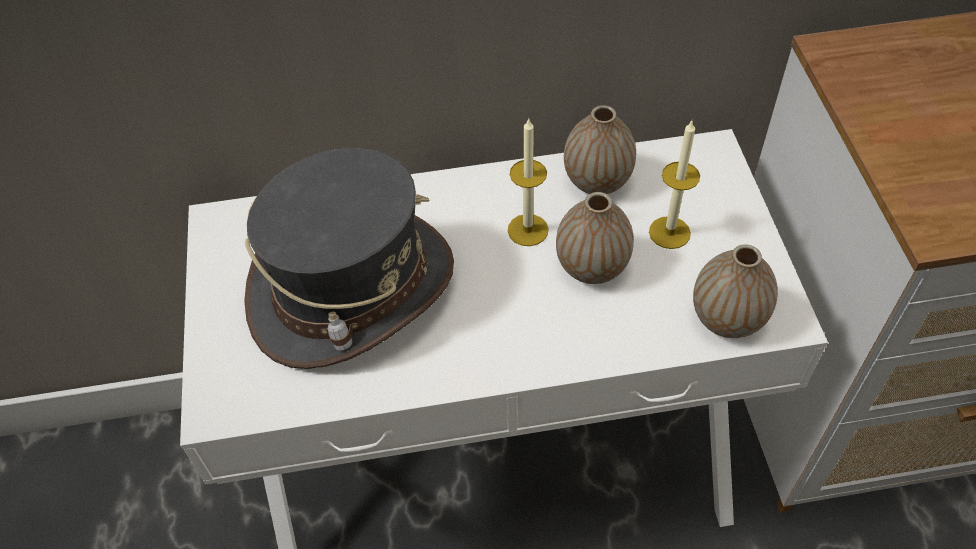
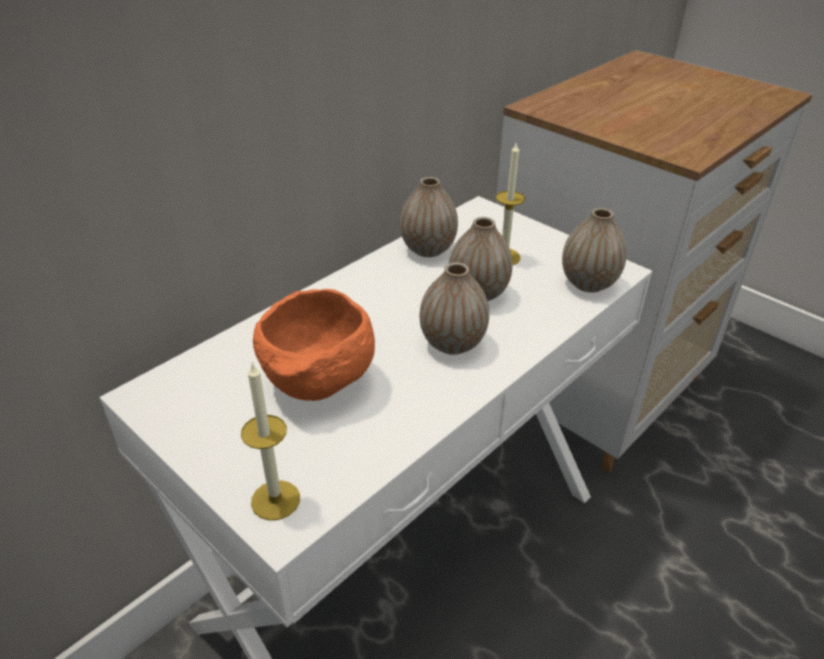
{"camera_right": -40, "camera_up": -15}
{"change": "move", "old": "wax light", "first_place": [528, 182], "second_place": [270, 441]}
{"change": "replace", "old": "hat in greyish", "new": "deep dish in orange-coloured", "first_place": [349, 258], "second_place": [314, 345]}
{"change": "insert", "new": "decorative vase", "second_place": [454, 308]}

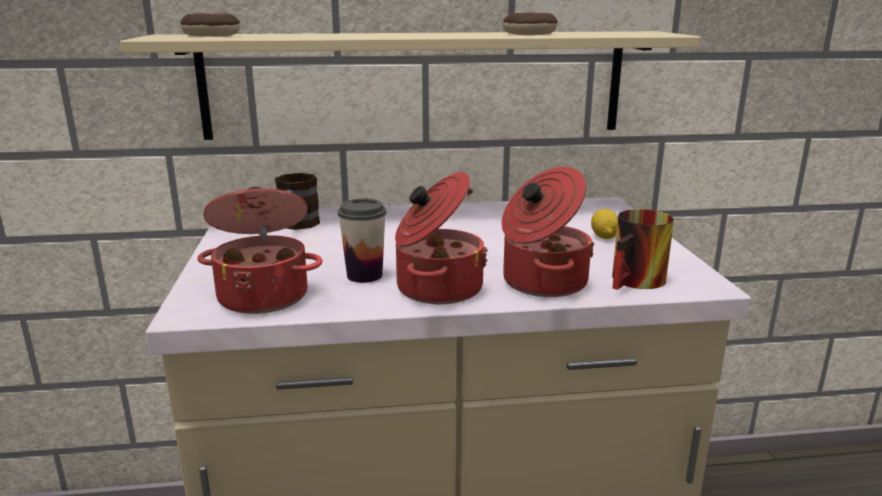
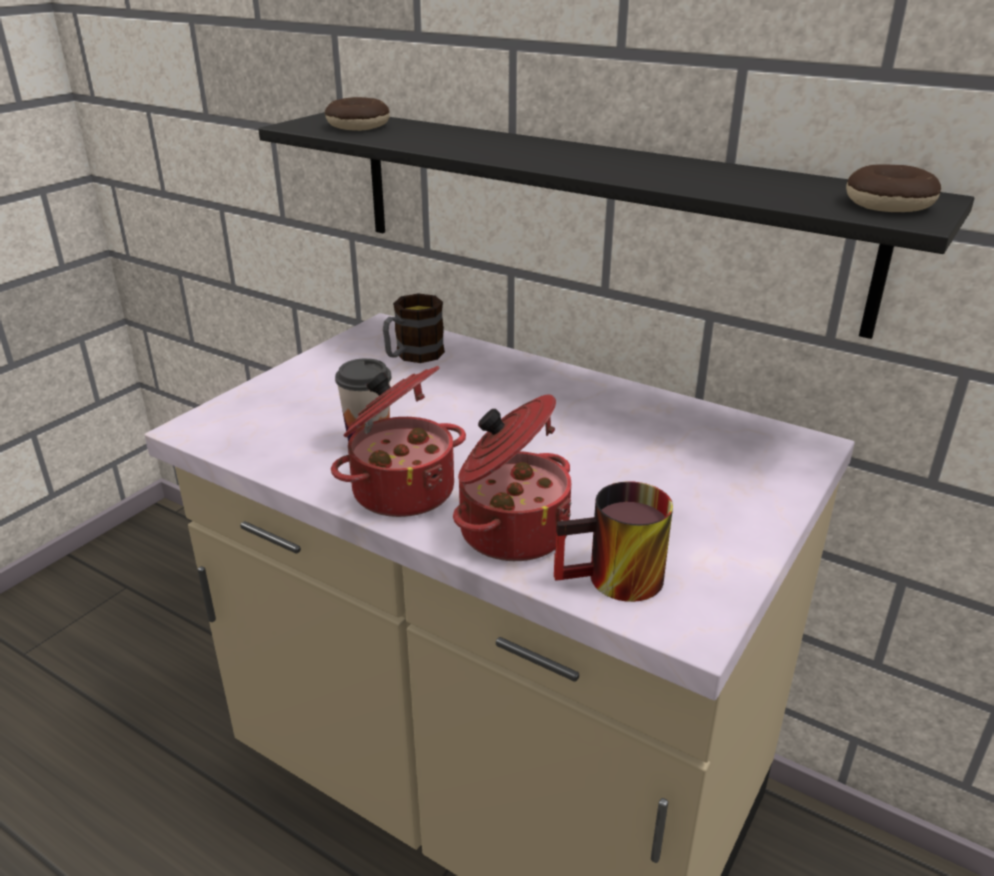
{"camera_right": 40, "camera_up": 10}
{"change": "recolor", "old": "wall shelf in beige-coloured", "new": "wall shelf in black", "first_place": [410, 85], "second_place": [616, 225]}
{"change": "move", "old": "donut", "first_place": [530, 24], "second_place": [893, 188]}
{"change": "delete", "old": "stockpot", "first_place": [260, 250]}
{"change": "delete", "old": "citrus fruit", "first_place": [604, 224]}

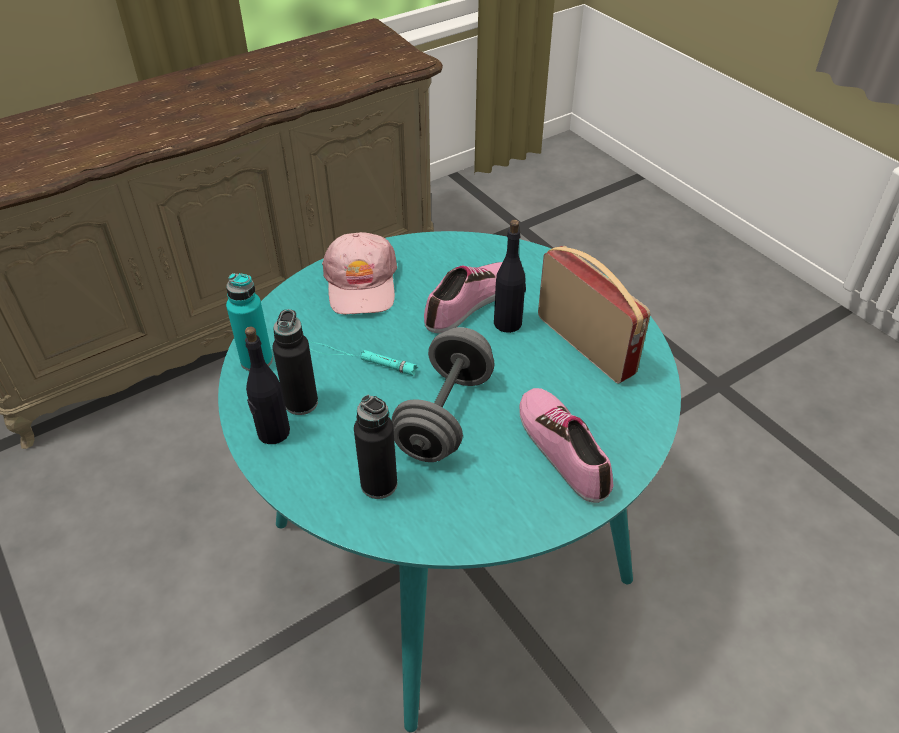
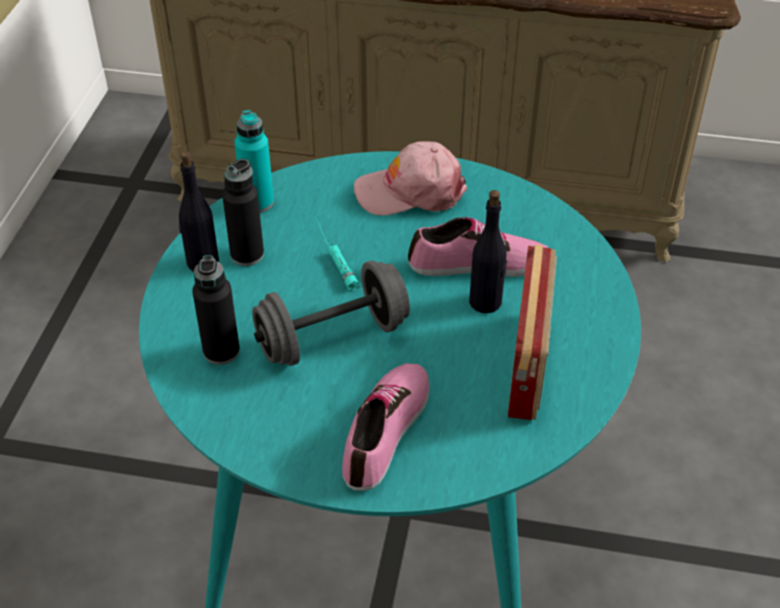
{"camera_right": 45, "camera_up": 0}
{"change": "rotate", "old": "baseball cap in pink", "first_place": [359, 273], "second_place": [410, 178], "degrees": 45}

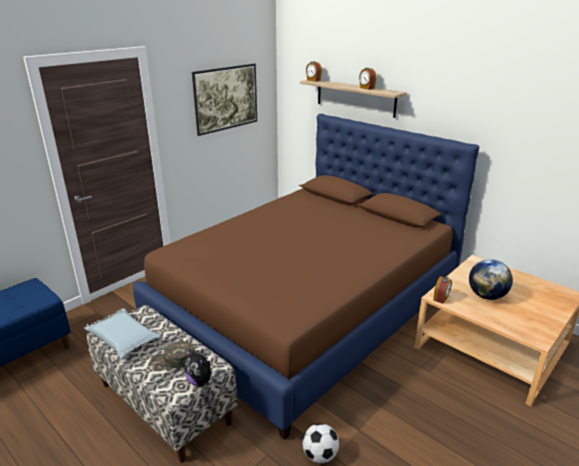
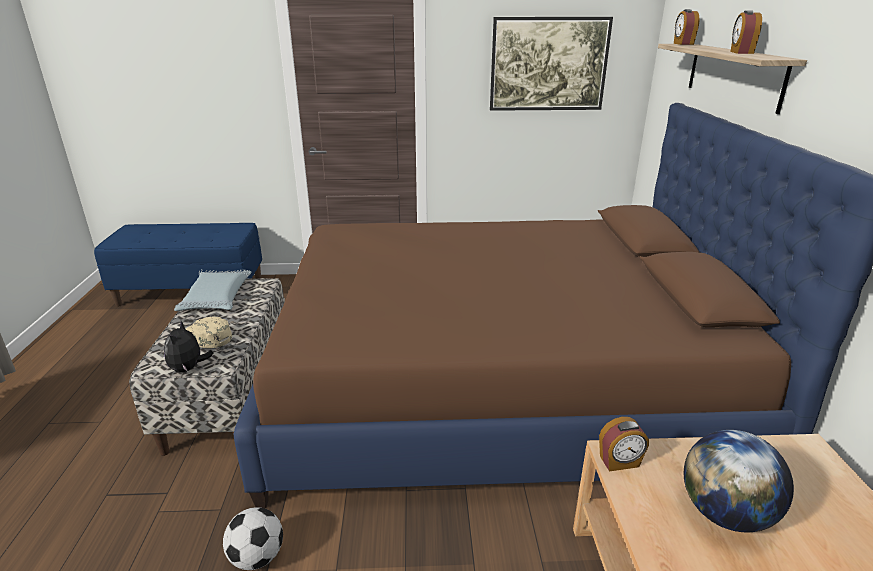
{"camera_right": 45, "camera_up": 0}
{"change": "recolor", "old": "baseball cap in greenish", "new": "baseball cap in beige-coloured", "first_place": [172, 356], "second_place": [209, 332]}

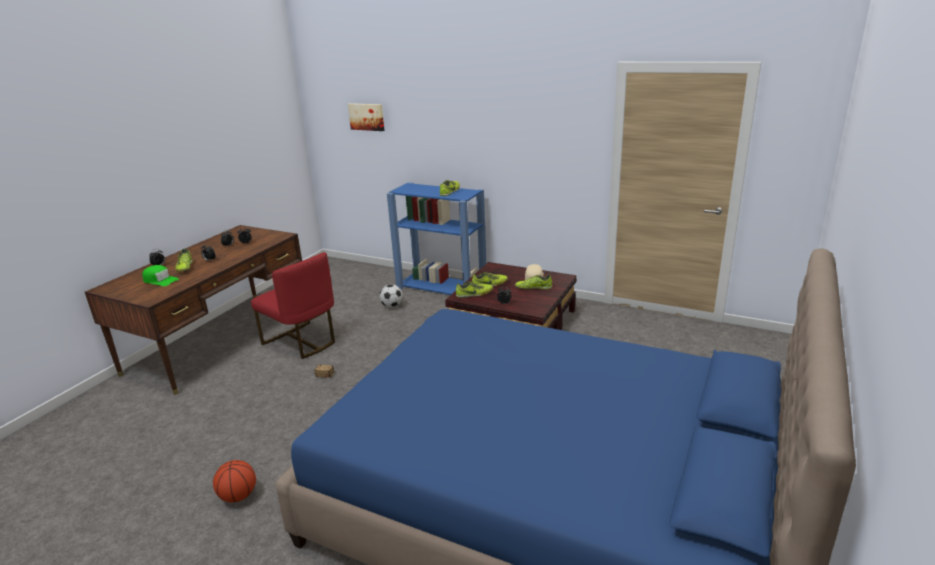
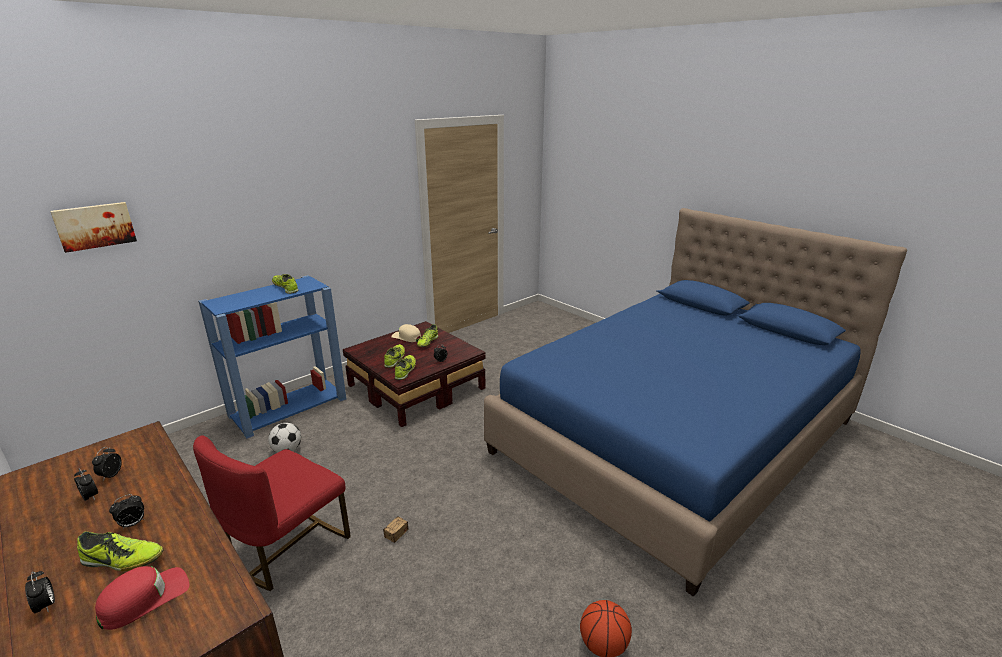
{"camera_right": -70, "camera_up": 0}
{"change": "recolor", "old": "baseball cap in greenish", "new": "baseball cap in red-coloured", "first_place": [160, 275], "second_place": [142, 598]}
{"change": "rotate", "old": "upright chair in red-coloured", "first_place": [293, 305], "second_place": [272, 513], "degrees": 150}

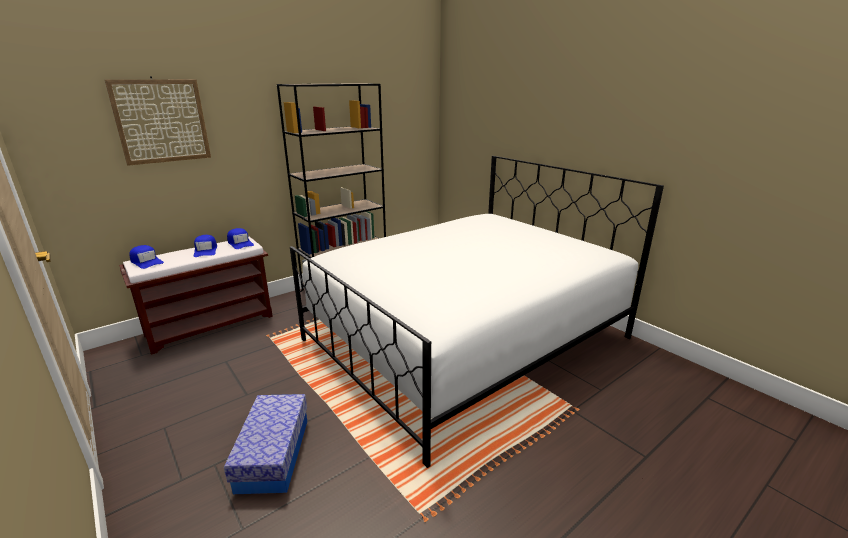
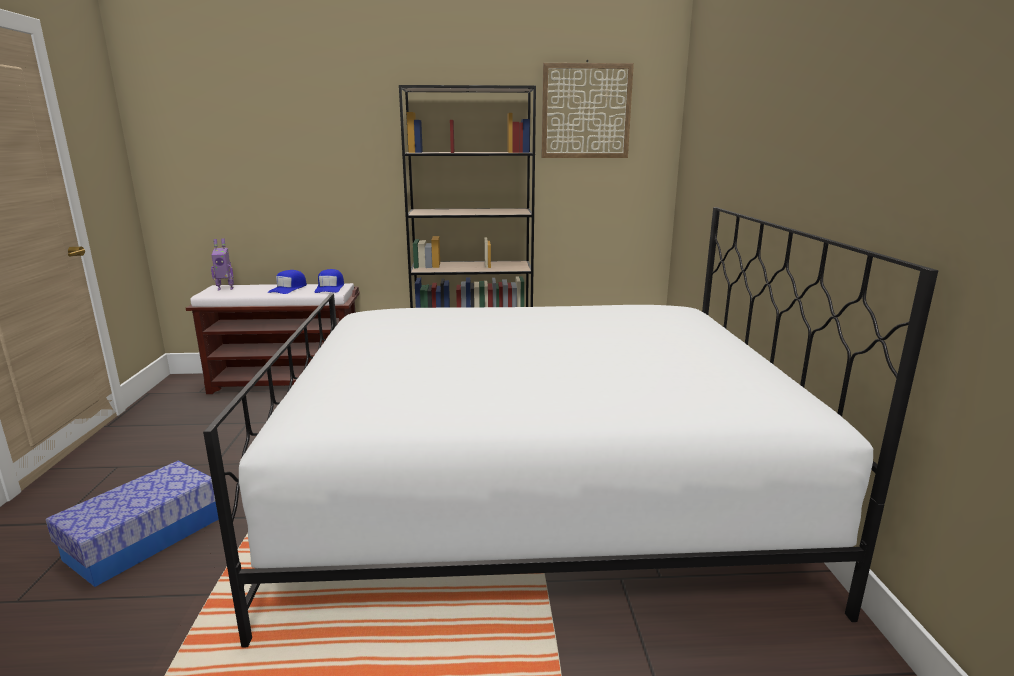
{"camera_right": 35, "camera_up": -5}
{"change": "replace", "old": "baseball cap in blue", "new": "toy robot", "first_place": [146, 257], "second_place": [222, 264]}
{"change": "move", "old": "wall art", "first_place": [158, 121], "second_place": [587, 109]}

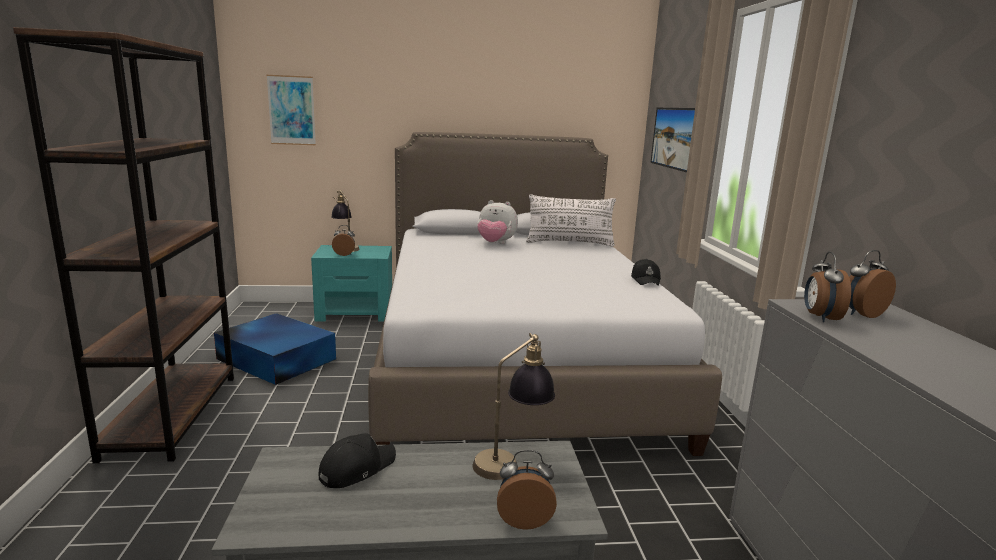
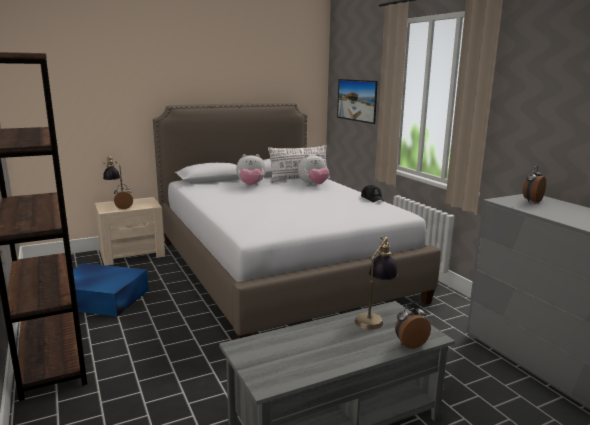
{"camera_right": -20, "camera_up": 0}
{"change": "recolor", "old": "bedside table in turquoise-coloured", "new": "bedside table in beige-coloured", "first_place": [351, 283], "second_place": [130, 231]}
{"change": "insert", "new": "soft toy", "second_place": [313, 169]}
{"change": "delete", "old": "wall art", "first_place": [291, 110]}
{"change": "delete", "old": "baseball cap in black", "first_place": [357, 460]}
{"change": "delete", "old": "alarm clock", "first_place": [827, 287]}

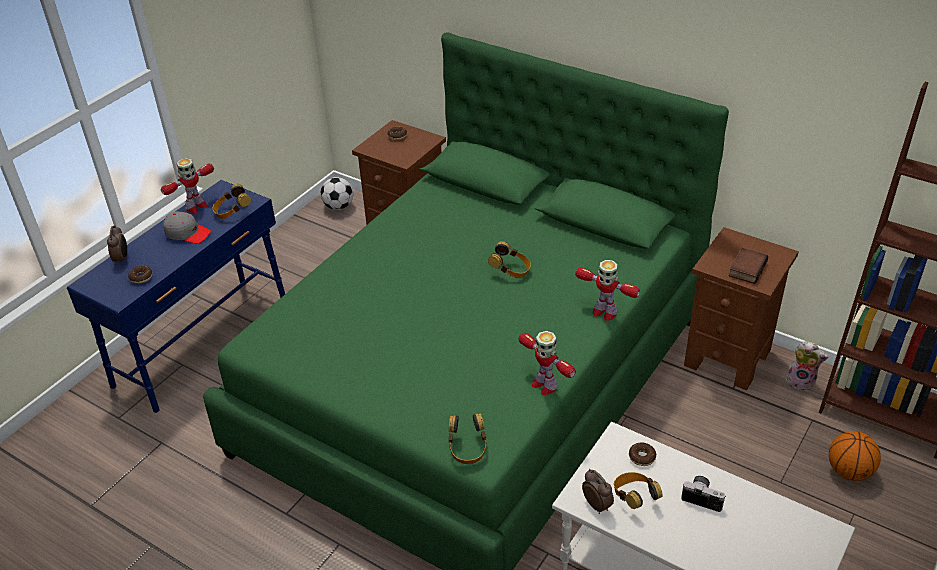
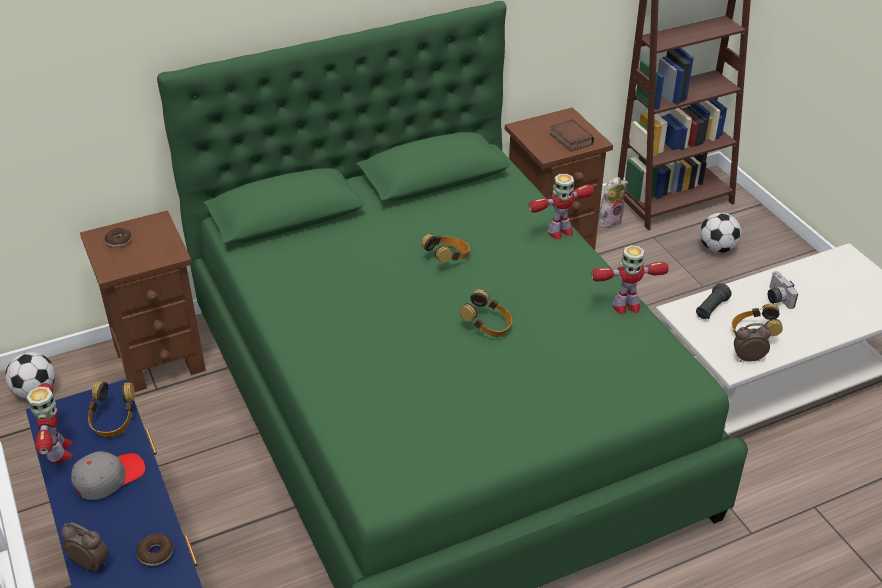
{"camera_right": -60, "camera_up": 0}
{"change": "move", "old": "pair of headphones", "first_place": [468, 438], "second_place": [485, 313]}
{"change": "replace", "old": "donut", "new": "hand torch in black", "first_place": [642, 454], "second_place": [714, 301]}
{"change": "replace", "old": "ball for basketball", "new": "football ball", "first_place": [855, 456], "second_place": [720, 233]}
{"change": "rotate", "old": "still camera", "first_place": [703, 494], "second_place": [783, 290], "degrees": -75}

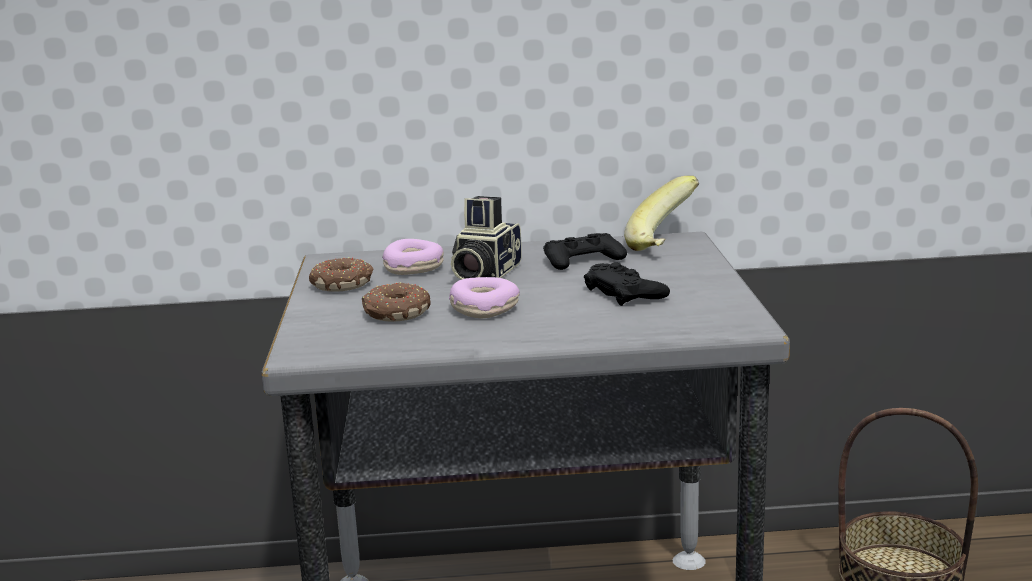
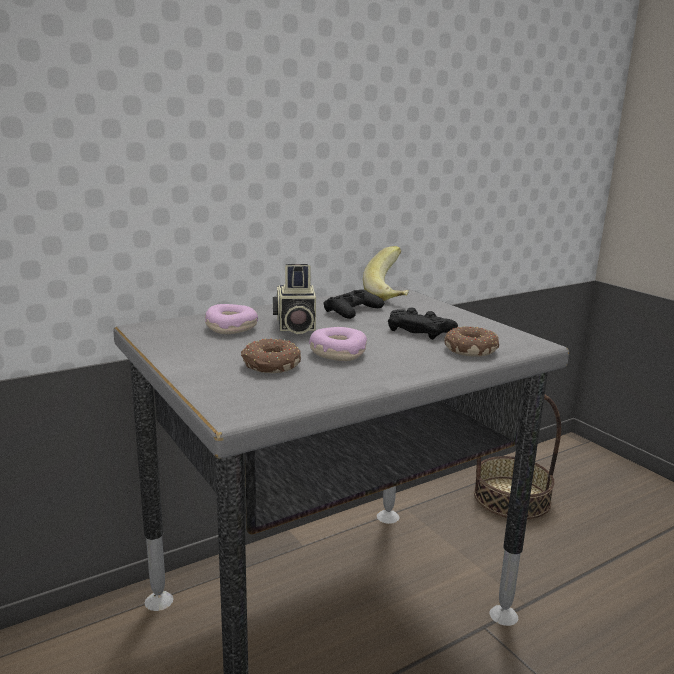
{"camera_right": -30, "camera_up": 0}
{"change": "move", "old": "donut", "first_place": [341, 274], "second_place": [471, 341]}

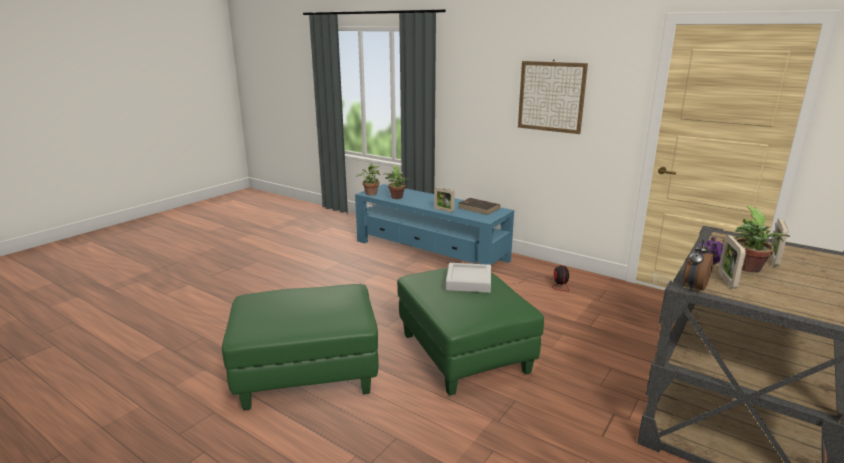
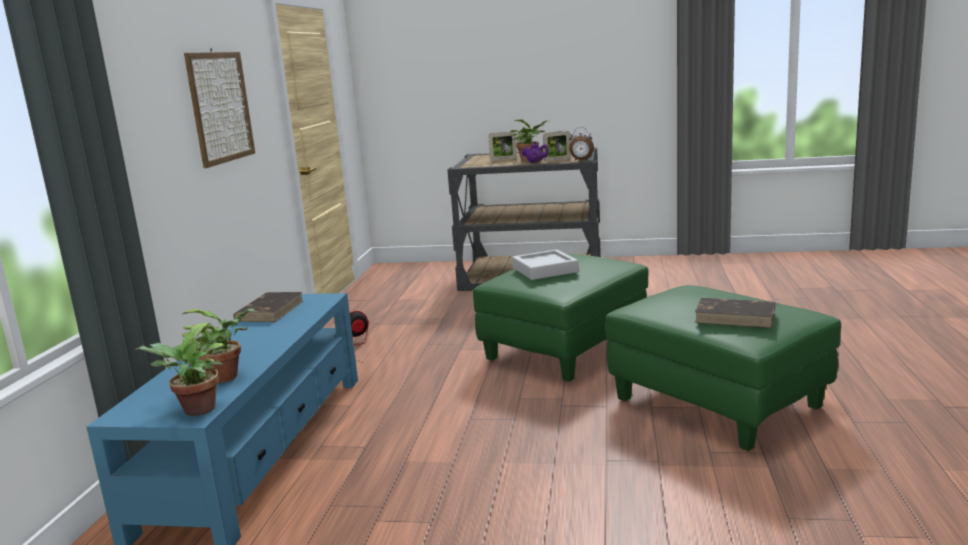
{"camera_right": -115, "camera_up": -5}
{"change": "insert", "new": "volume in brown-coloured", "second_place": [735, 313]}
{"change": "delete", "old": "picture frame", "first_place": [444, 200]}

